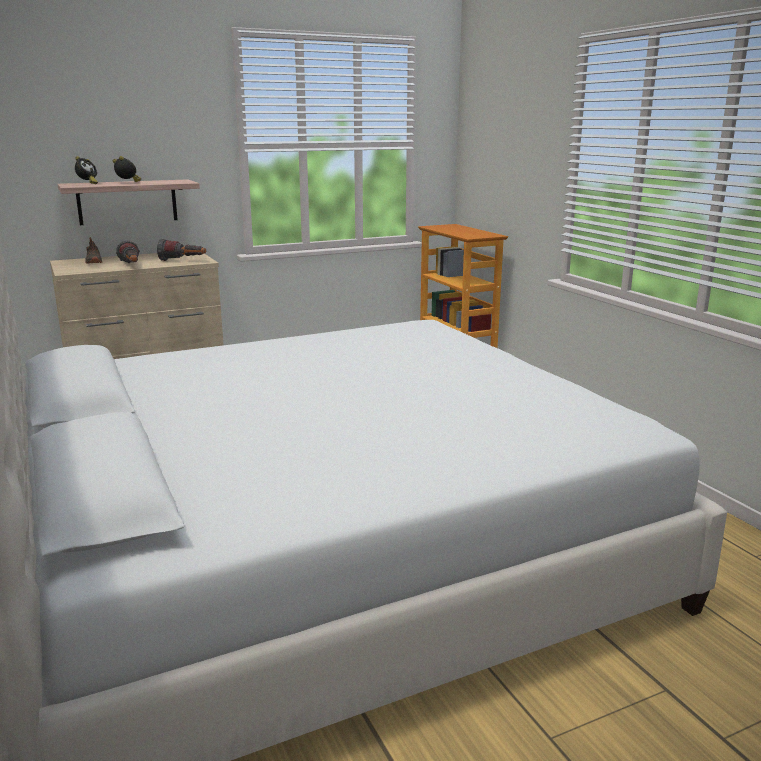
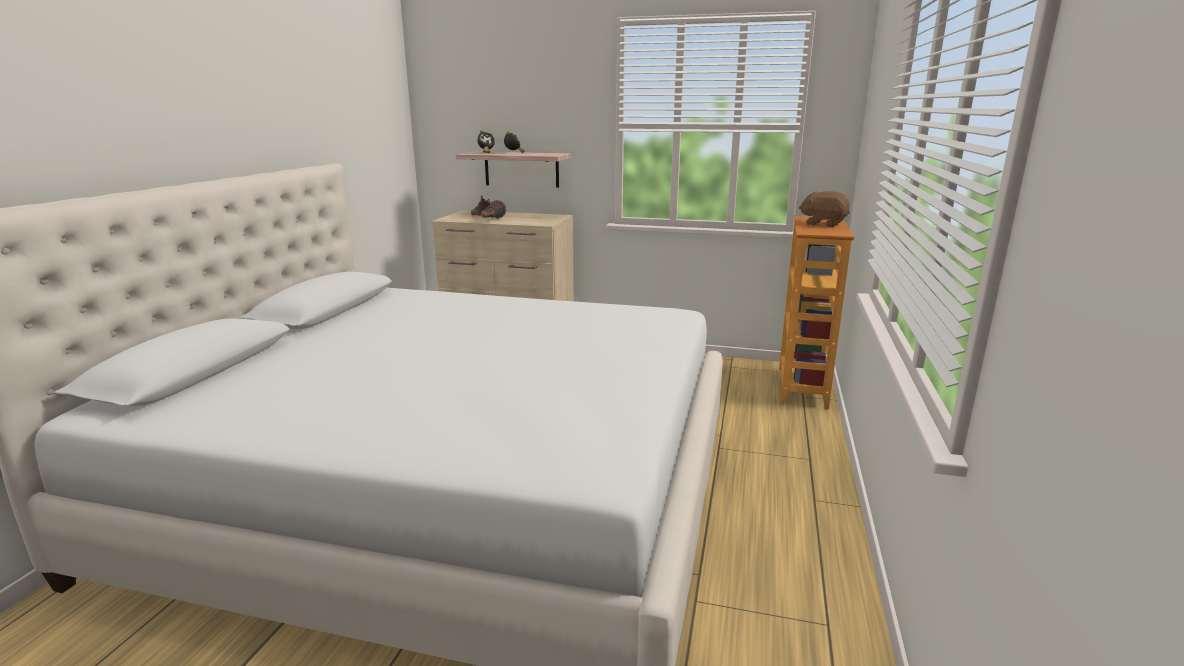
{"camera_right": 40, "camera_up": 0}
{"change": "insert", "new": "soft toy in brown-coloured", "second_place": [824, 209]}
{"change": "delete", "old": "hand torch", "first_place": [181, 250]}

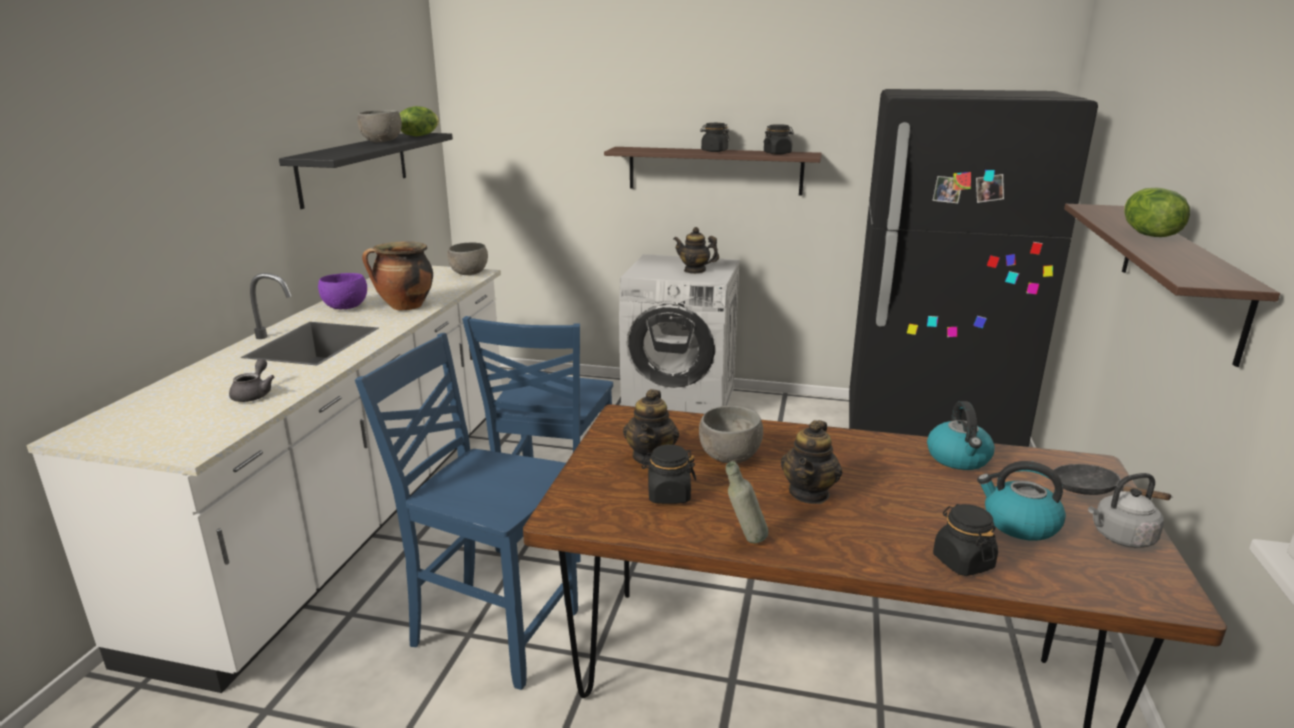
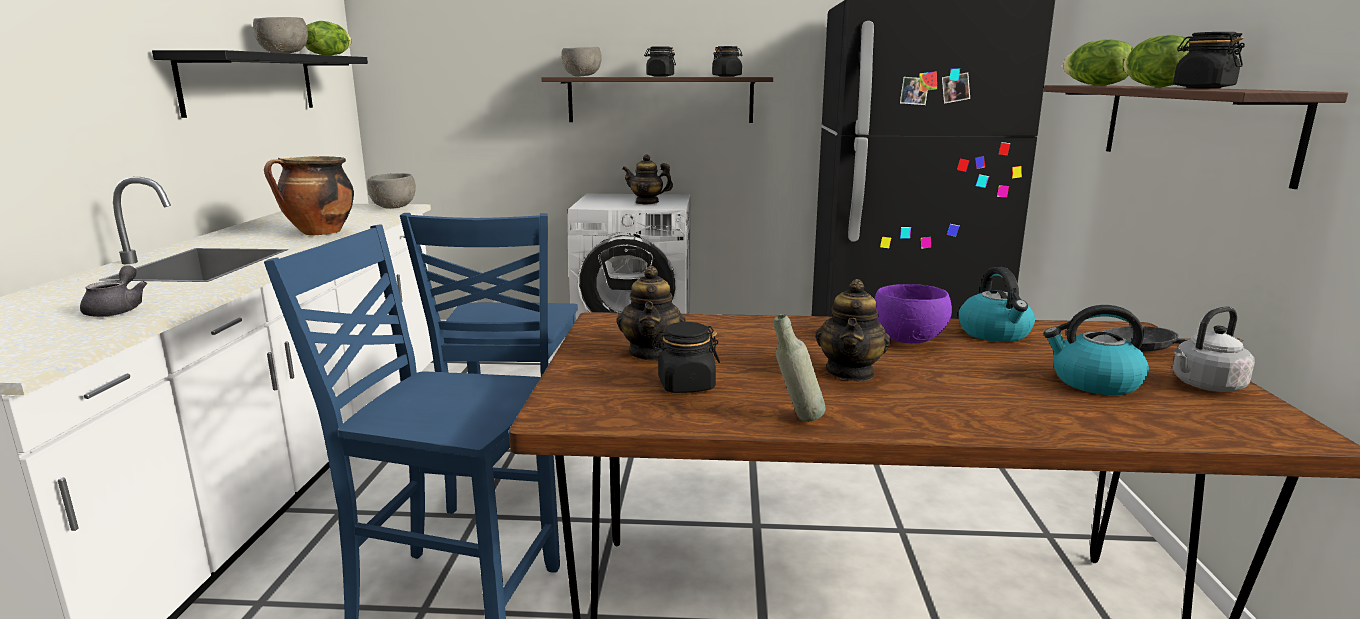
{"camera_right": -10, "camera_up": -5}
{"change": "move", "old": "deep dish in greyish", "first_place": [731, 434], "second_place": [581, 62]}
{"change": "move", "old": "deep dish in purple", "first_place": [342, 291], "second_place": [913, 313]}
{"change": "insert", "new": "lettuce", "second_place": [1098, 62]}
{"change": "move", "old": "preserve jar in black", "first_place": [965, 540], "second_place": [1209, 60]}

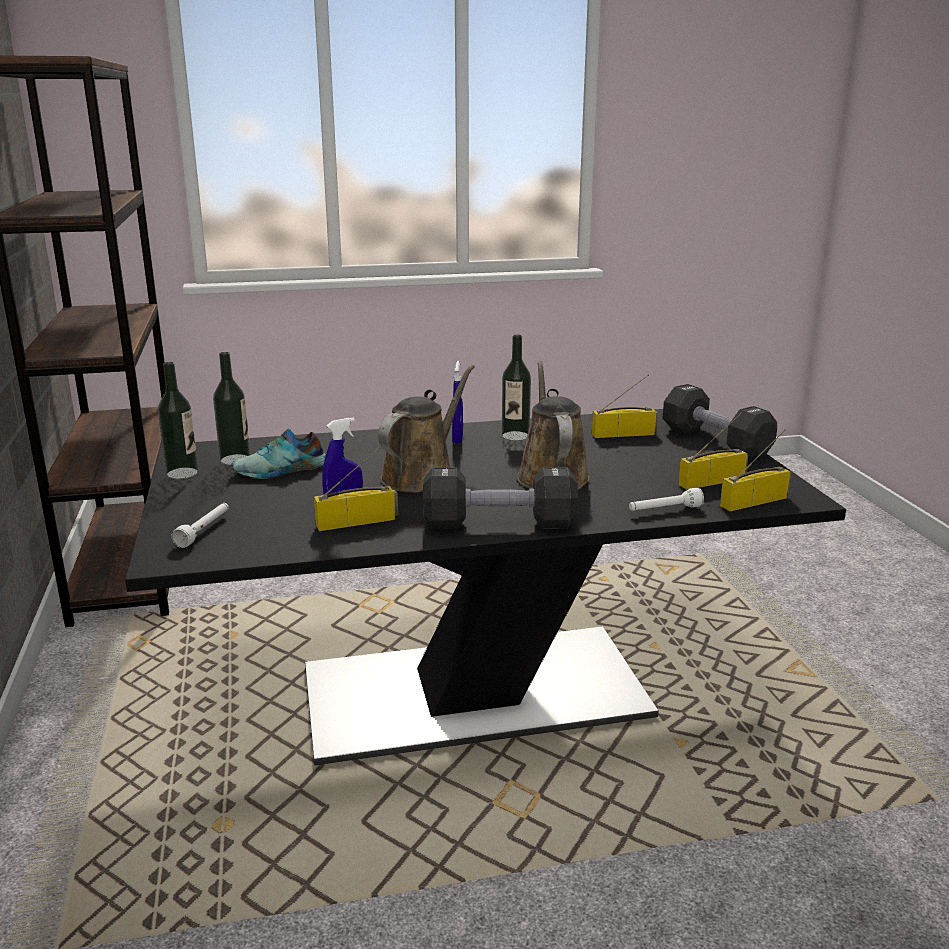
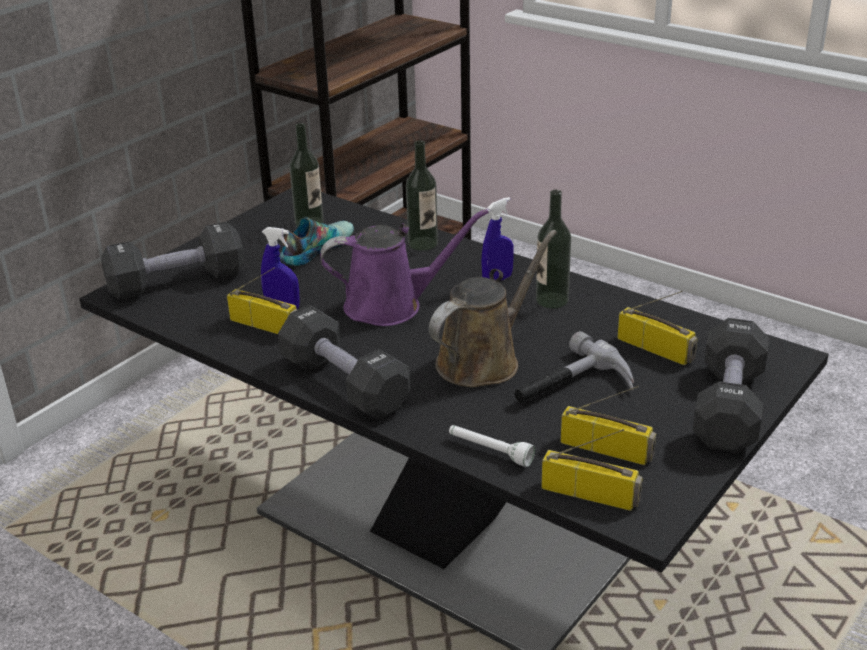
{"camera_right": 50, "camera_up": 10}
{"change": "replace", "old": "hand torch in whitish", "new": "free weight in black", "first_place": [200, 525], "second_place": [172, 261]}
{"change": "rotate", "old": "low shoe", "first_place": [278, 453], "second_place": [317, 241], "degrees": 105}
{"change": "recolor", "old": "watering can in brown-coloured", "new": "watering can in purple", "first_place": [426, 428], "second_place": [404, 267]}
{"change": "move", "old": "bottle", "first_place": [178, 420], "second_place": [422, 195]}
{"change": "insert", "new": "hammer", "second_place": [574, 367]}

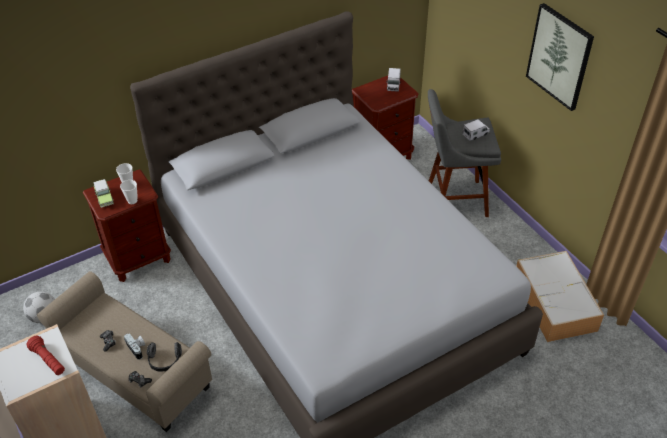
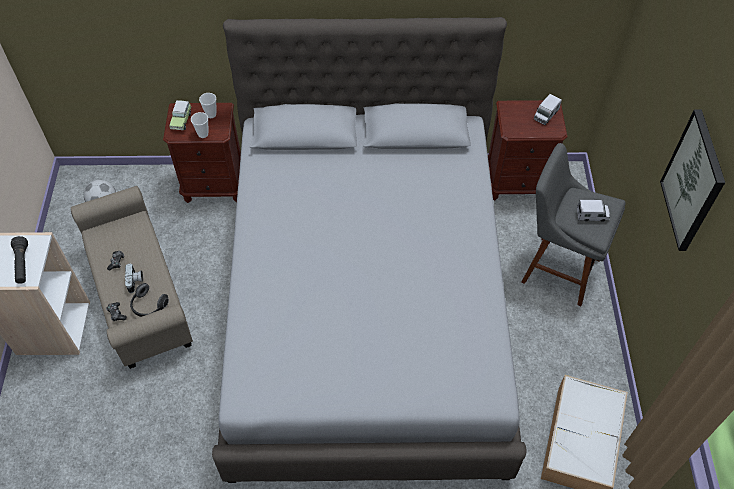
{"camera_right": 30, "camera_up": 10}
{"change": "recolor", "old": "hand torch in red-coloured", "new": "hand torch in black", "first_place": [45, 355], "second_place": [19, 260]}

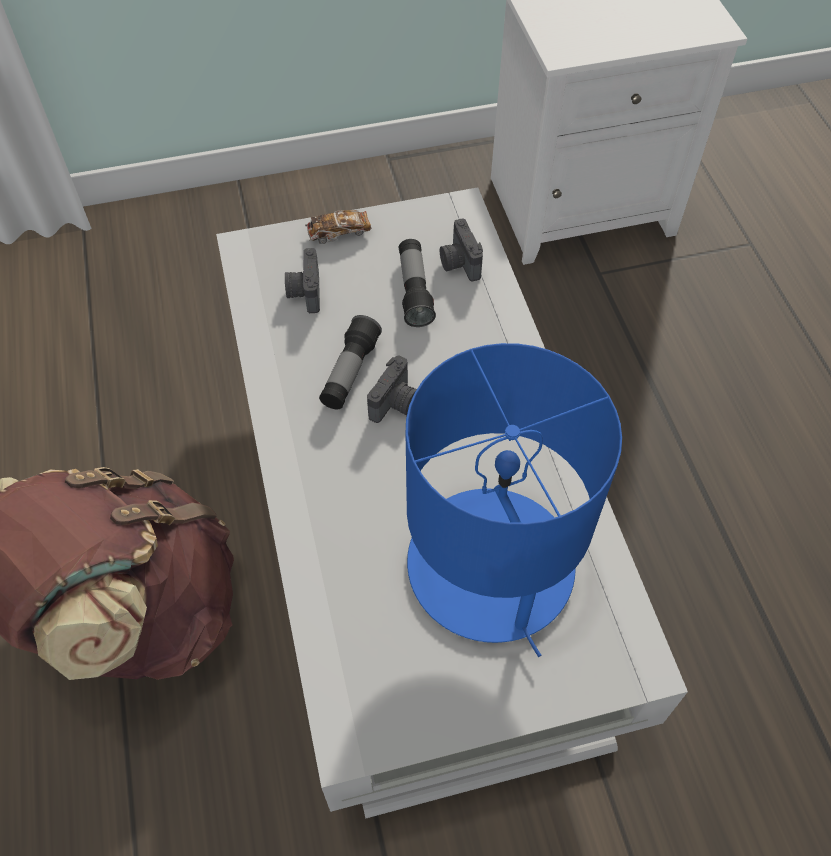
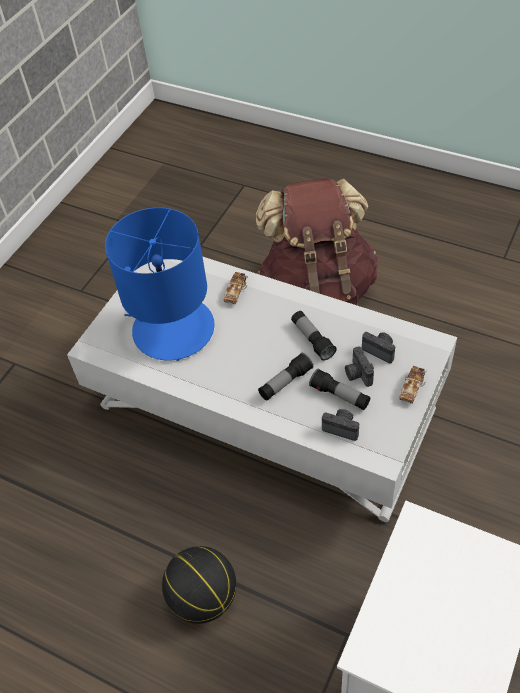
{"camera_right": 135, "camera_up": -5}
{"change": "insert", "new": "ball for basketball", "second_place": [199, 585]}
{"change": "insert", "new": "miniature car", "second_place": [236, 288]}
{"change": "insert", "new": "hand torch", "second_place": [285, 377]}
{"change": "move", "old": "still camera", "first_place": [392, 389], "second_place": [359, 366]}

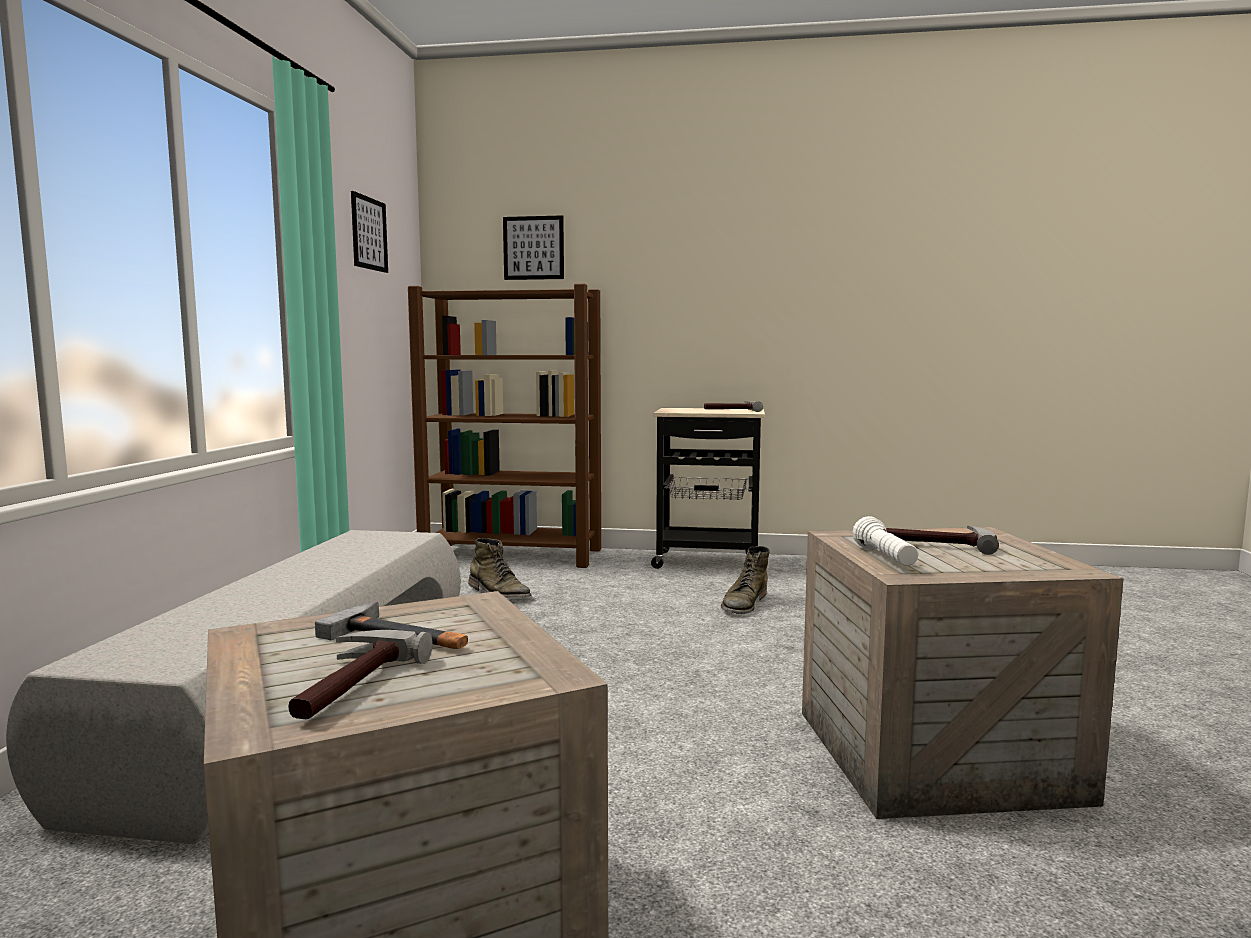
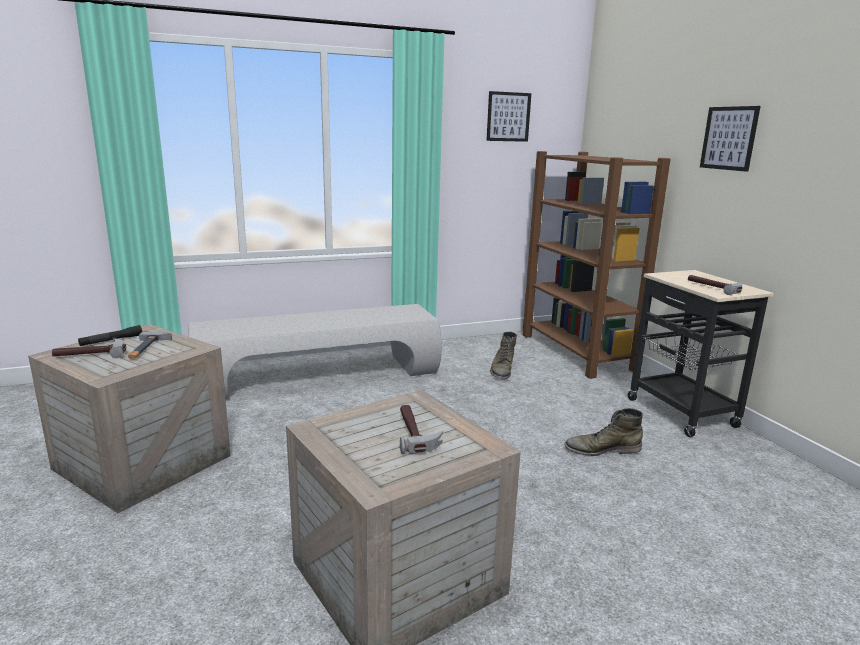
{"camera_right": 60, "camera_up": 10}
{"change": "insert", "new": "hand torch in black", "second_place": [110, 335]}
{"change": "move", "old": "wall art", "first_place": [533, 247], "second_place": [730, 139]}
{"change": "delete", "old": "hand torch in whitish", "first_place": [885, 541]}

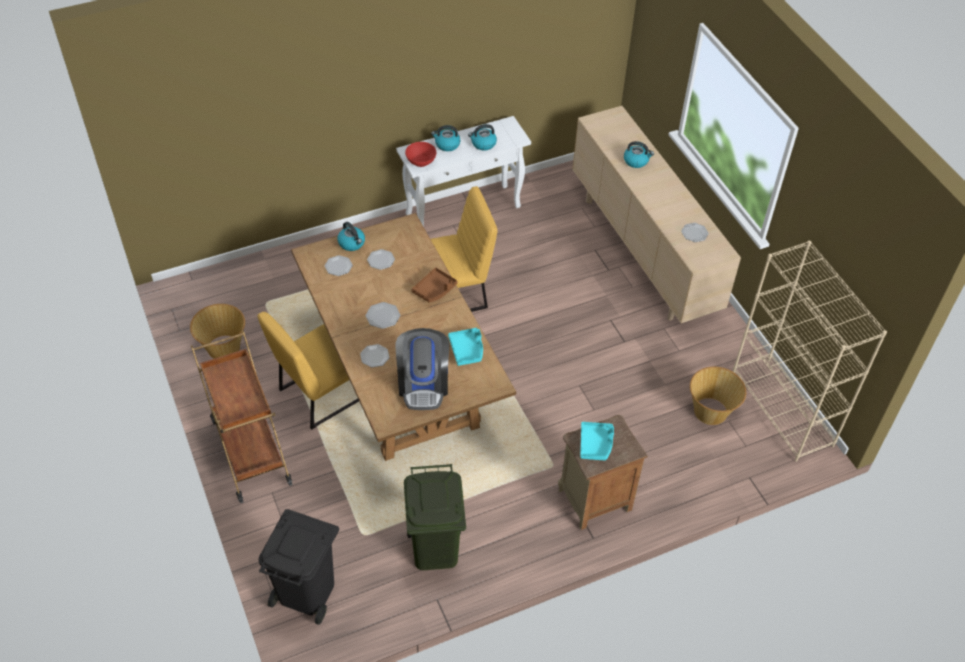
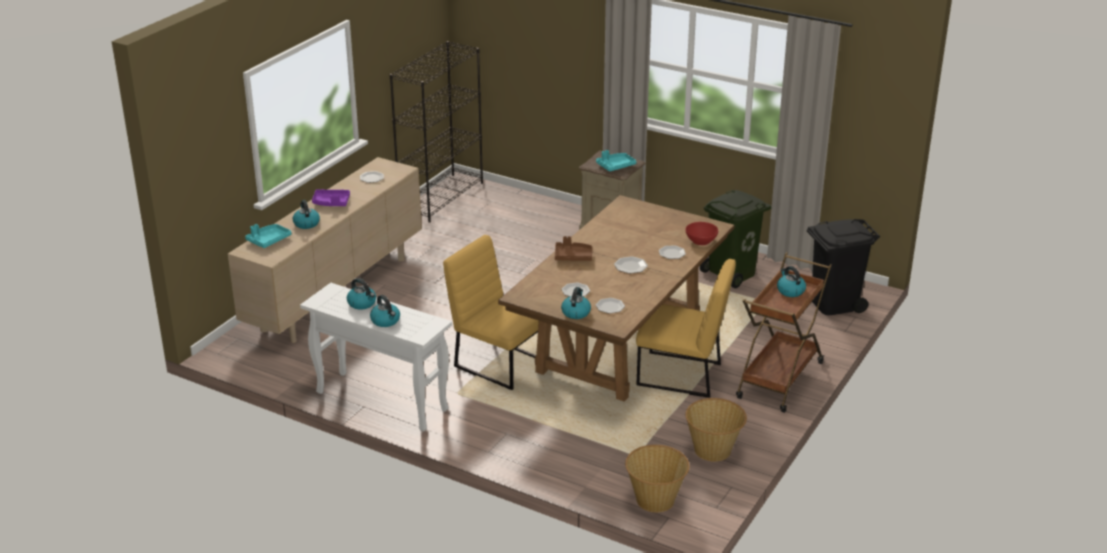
{"camera_right": -125, "camera_up": -20}
{"change": "move", "old": "serving tray in turquoise-coloured", "first_place": [465, 347], "second_place": [268, 236]}
{"change": "insert", "new": "serving tray in purple", "second_place": [331, 197]}
{"change": "recolor", "old": "shelving unit in beige-coloured", "new": "shelving unit in black", "first_place": [810, 351], "second_place": [436, 131]}
{"change": "move", "old": "basket", "first_place": [718, 396], "second_place": [657, 478]}
{"change": "move", "old": "deep dish in red-coloured", "first_place": [420, 154], "second_place": [701, 233]}
{"change": "insert", "new": "tea kettle", "second_place": [791, 281]}
{"change": "delete", "old": "coffee maker", "first_place": [422, 369]}

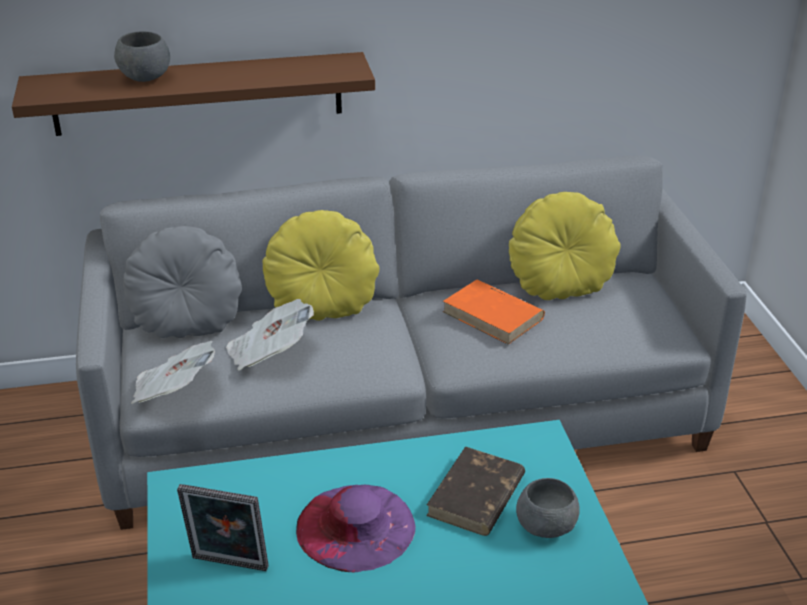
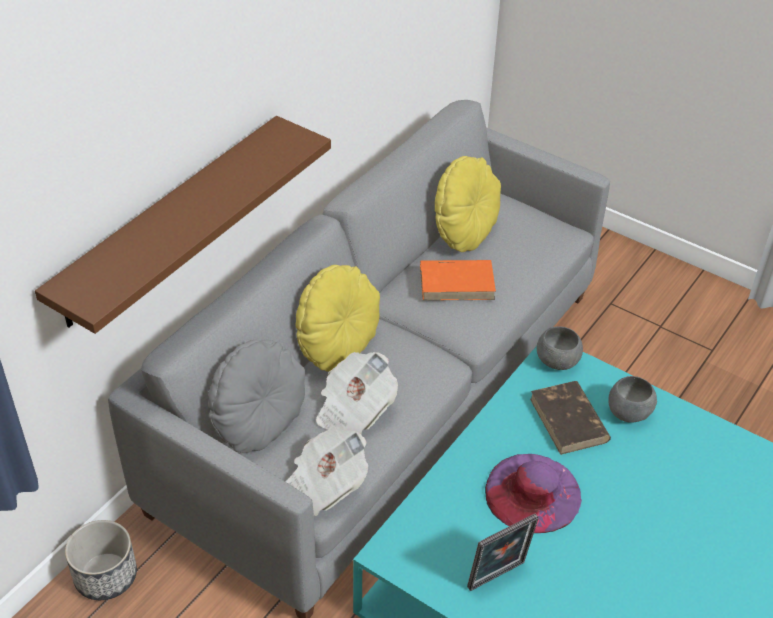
{"camera_right": -45, "camera_up": 10}
{"change": "insert", "new": "flower pot", "second_place": [101, 560]}
{"change": "move", "old": "deep dish in greyish", "first_place": [142, 56], "second_place": [560, 348]}

